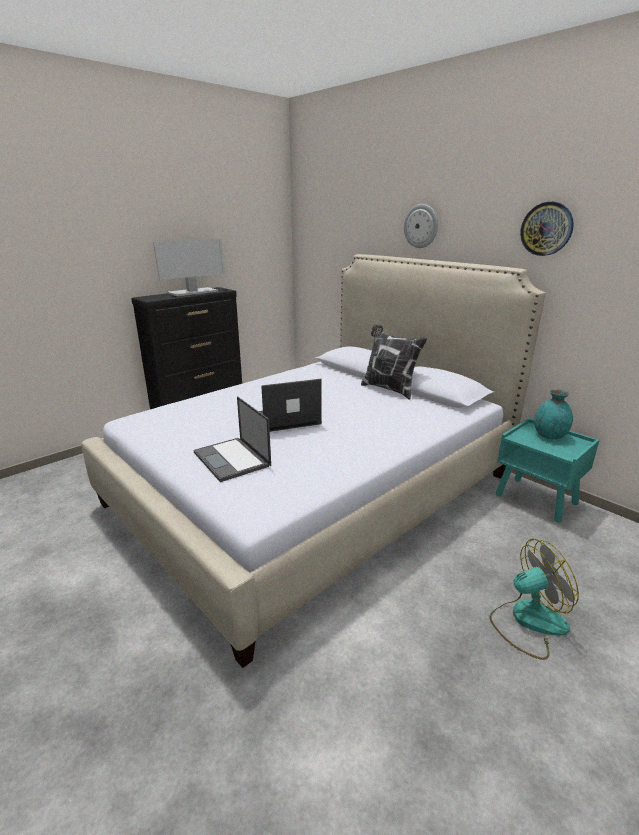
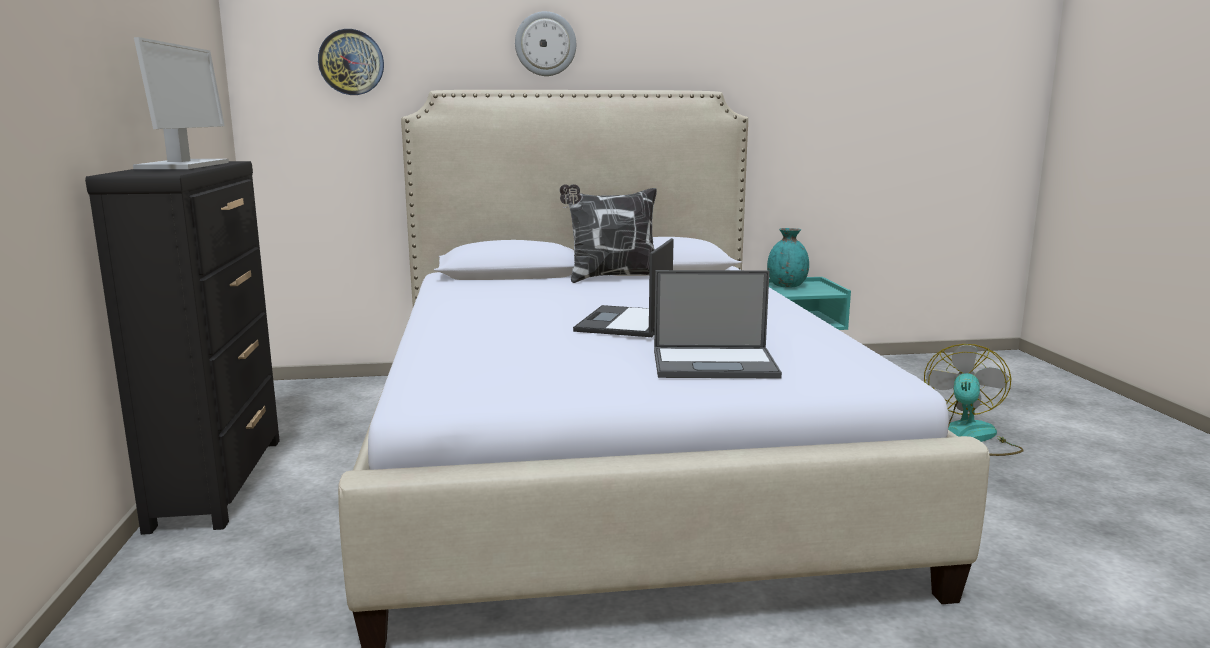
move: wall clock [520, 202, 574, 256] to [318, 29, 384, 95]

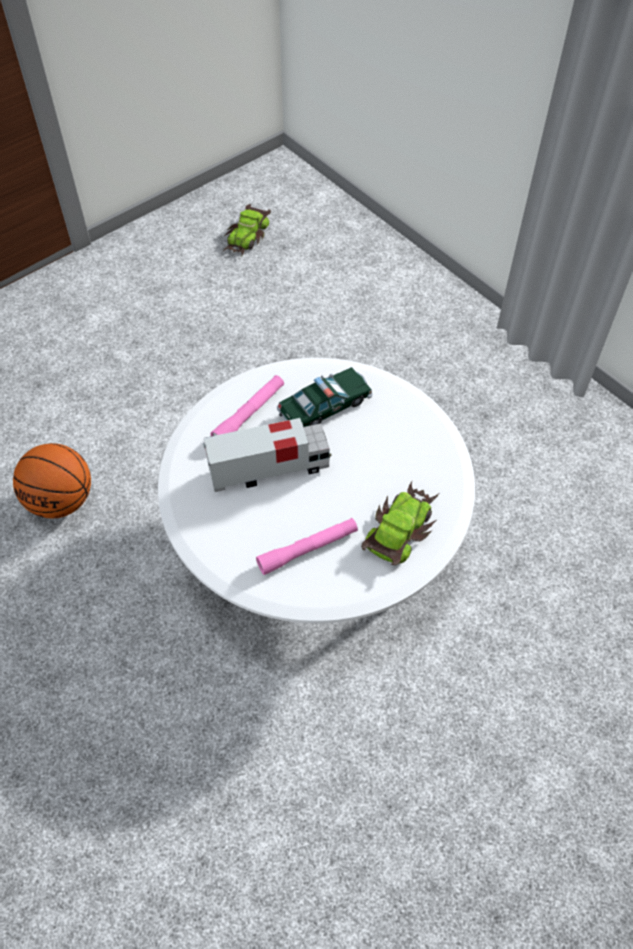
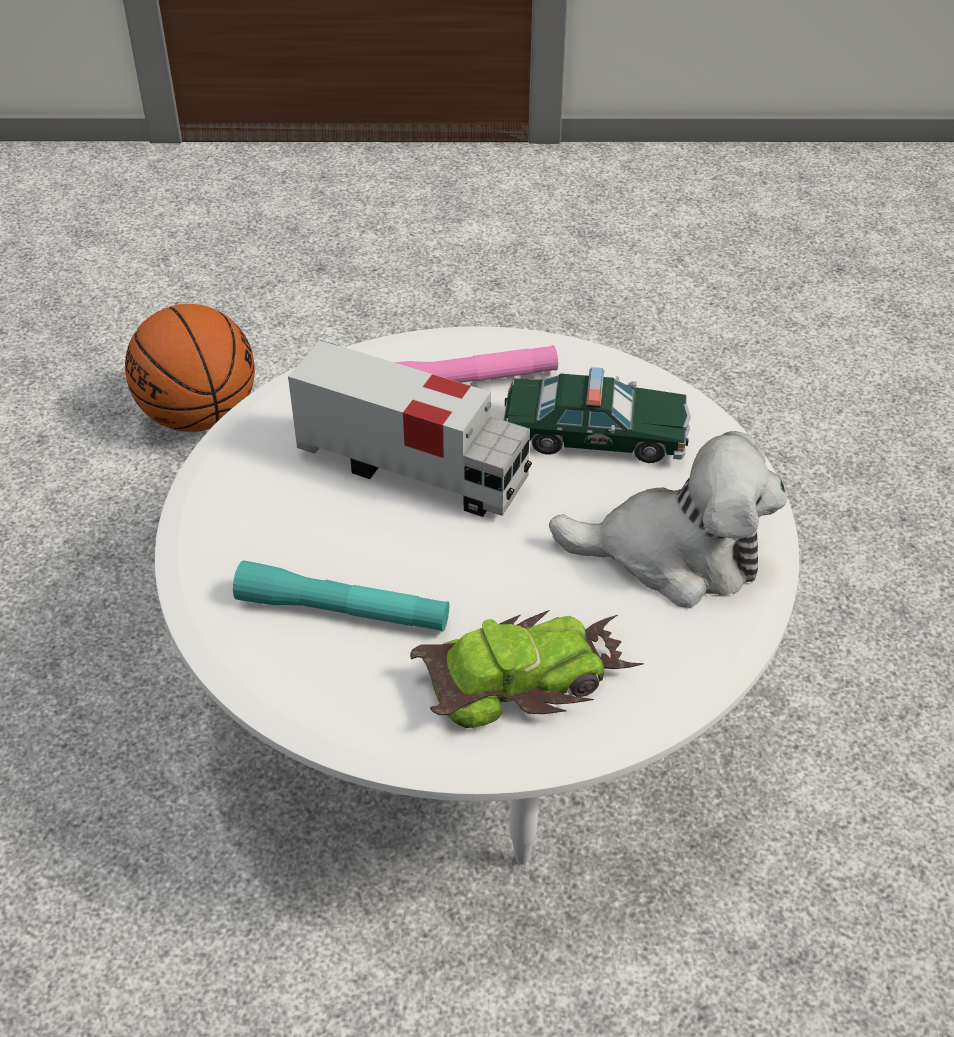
delete: toy car [223, 204, 271, 256]
insert: plush toy [549, 431, 787, 608]
recolor: flashlight/pink [256, 518, 358, 575] to flashlight/turquoise [233, 560, 449, 632]

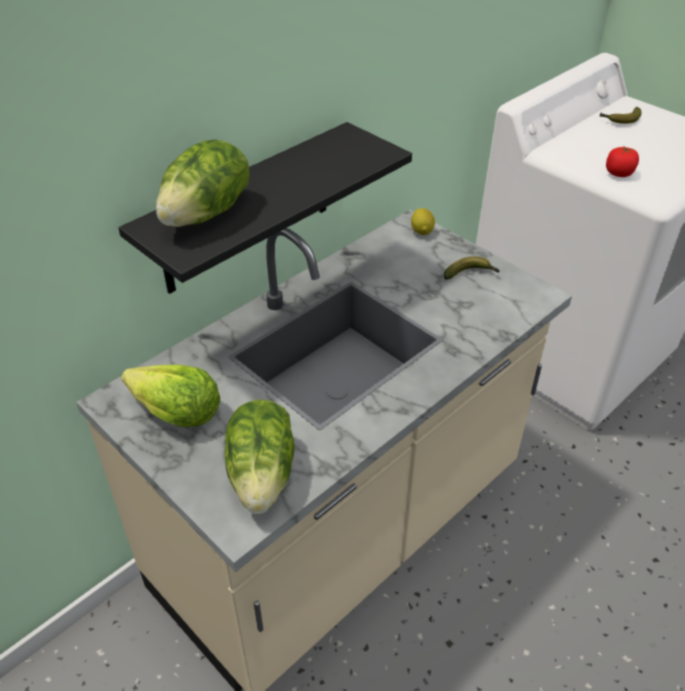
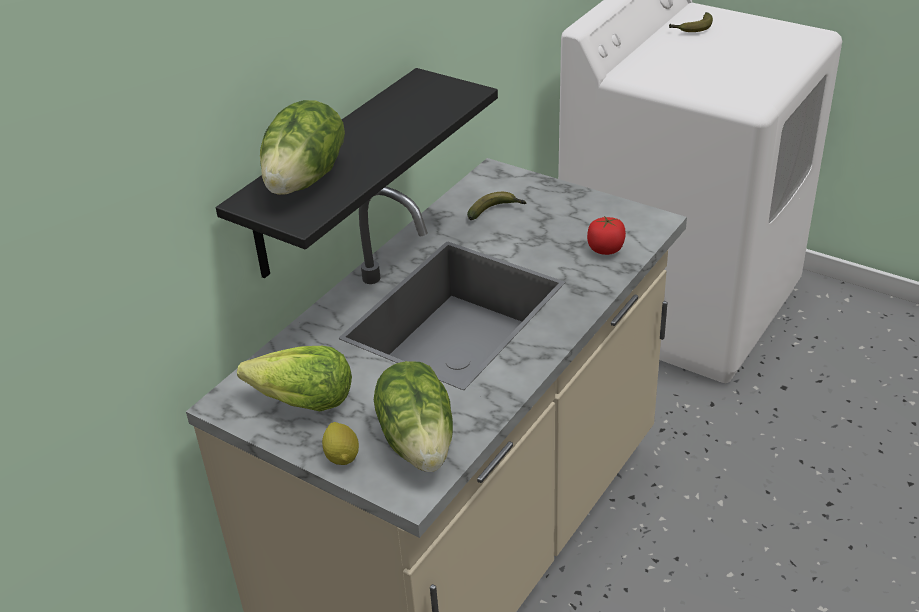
move: lemon [411, 208, 435, 235] to [322, 422, 359, 465]; banana [444, 257, 500, 280] to [467, 192, 527, 220]; tomato [606, 146, 639, 177] to [587, 216, 626, 255]

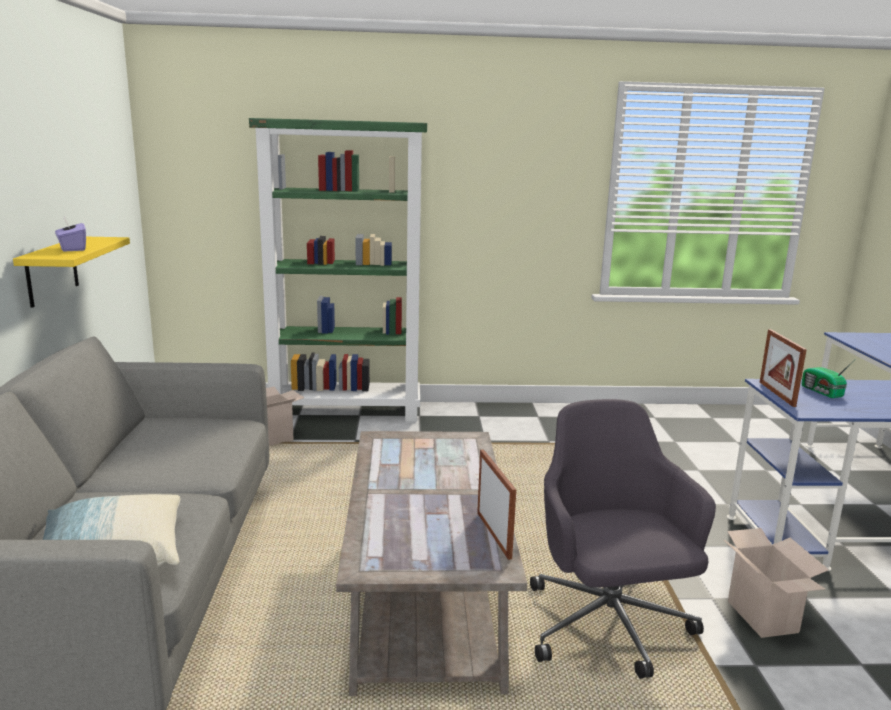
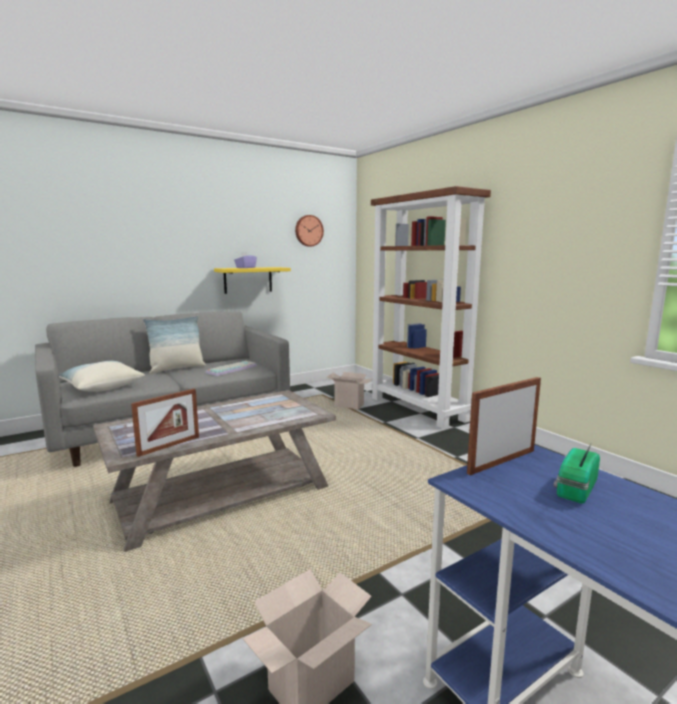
delete: office chair/grey [530, 399, 716, 679]
insert: pillow [143, 316, 206, 374]; keyboard [206, 361, 257, 376]; wall clock [295, 215, 324, 246]
recolor: bookcase/green [249, 118, 427, 422] to bookcase/brown [370, 186, 491, 429]

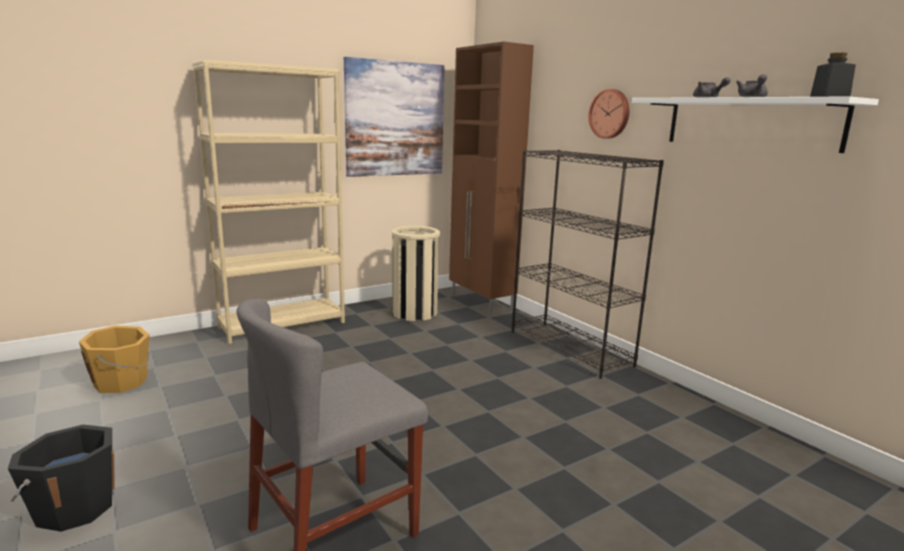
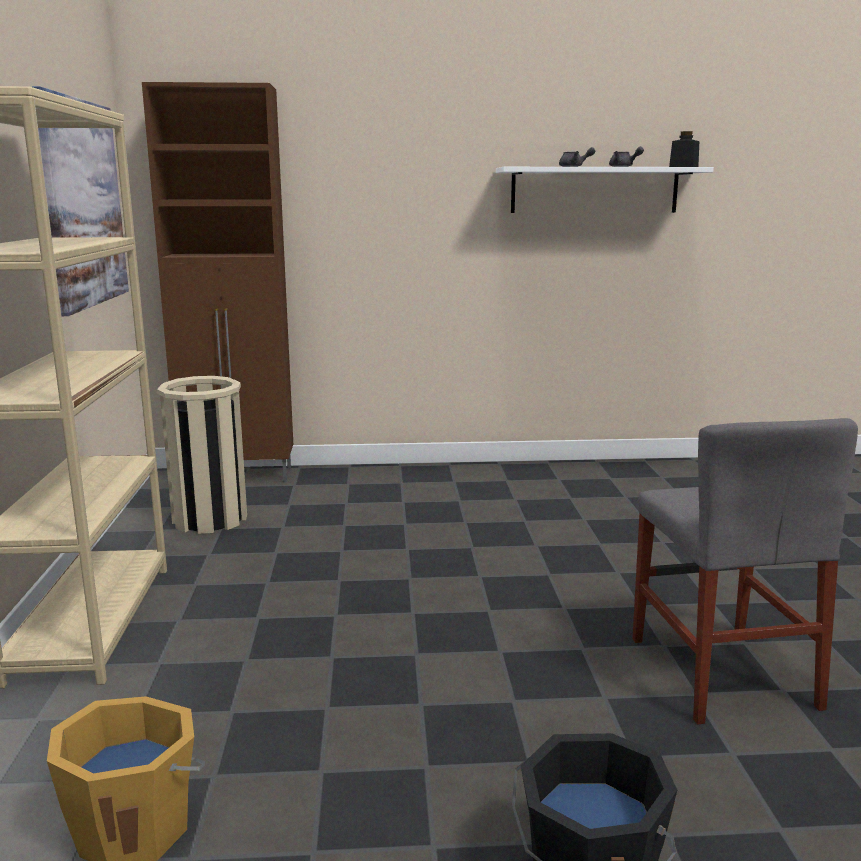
delete: bookcase/black [512, 150, 664, 379]; wall clock [588, 89, 629, 139]

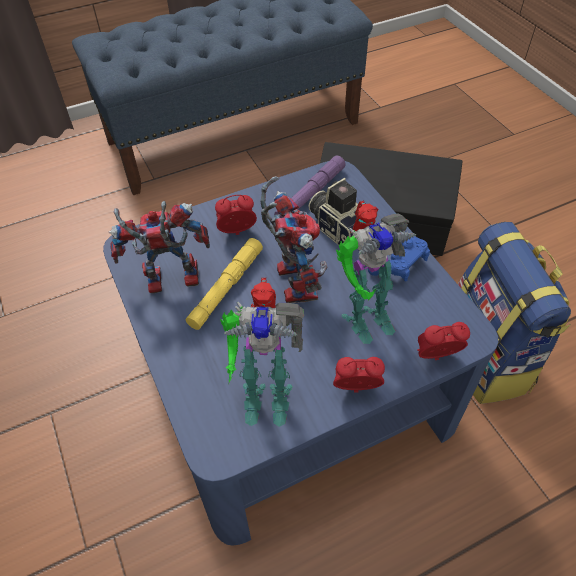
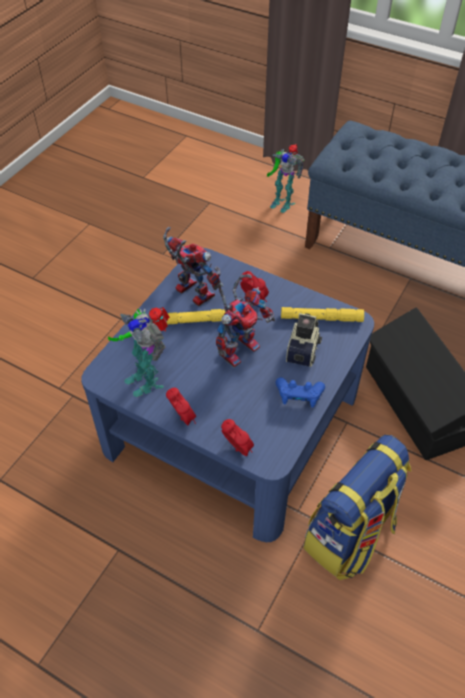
move: toy robot [336, 201, 416, 344] to [267, 144, 304, 213]
recolor: flashlight/purple [274, 155, 346, 218] to flashlight/yellow [281, 307, 364, 322]

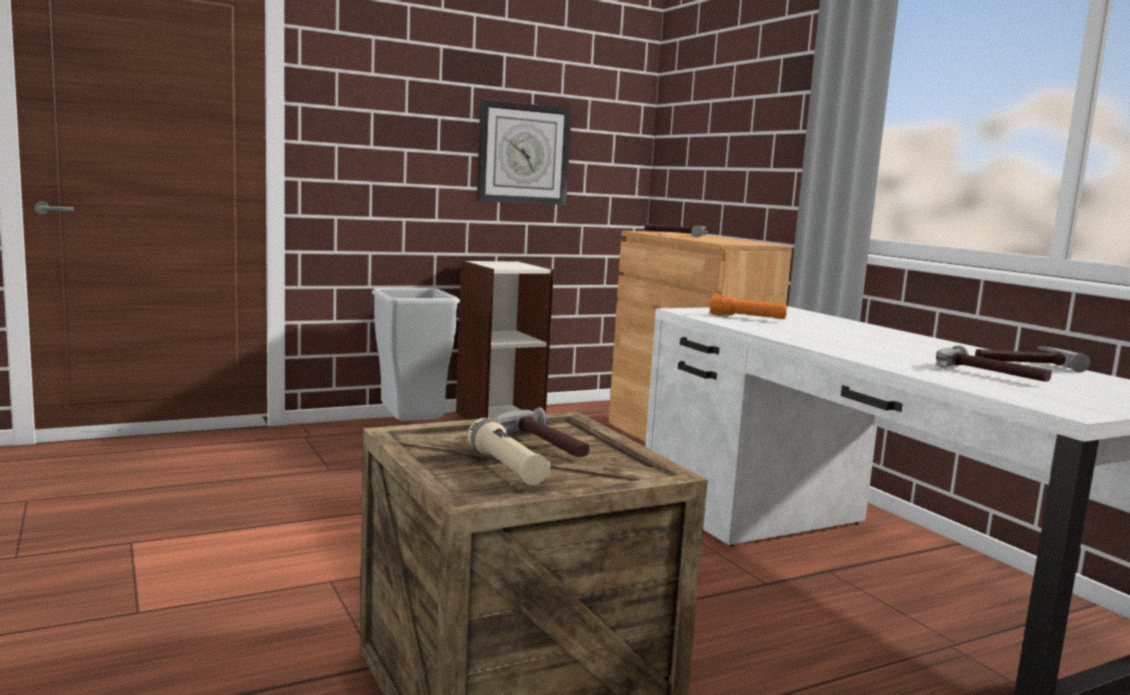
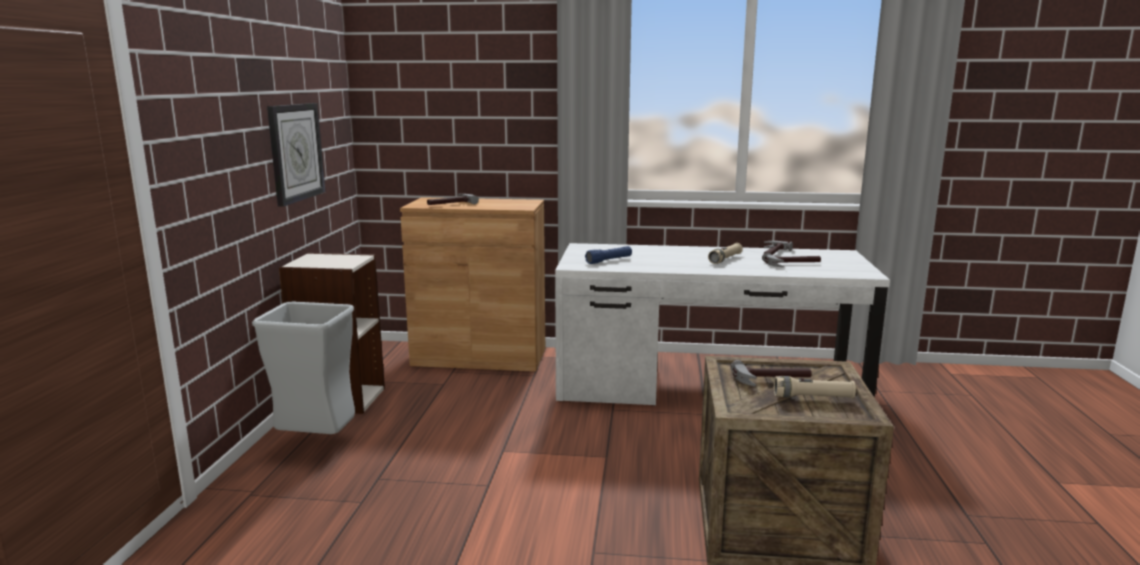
insert: flashlight/beige [708, 243, 743, 264]
recolor: flashlight/orange [709, 294, 787, 319] to flashlight/blue [585, 246, 632, 264]

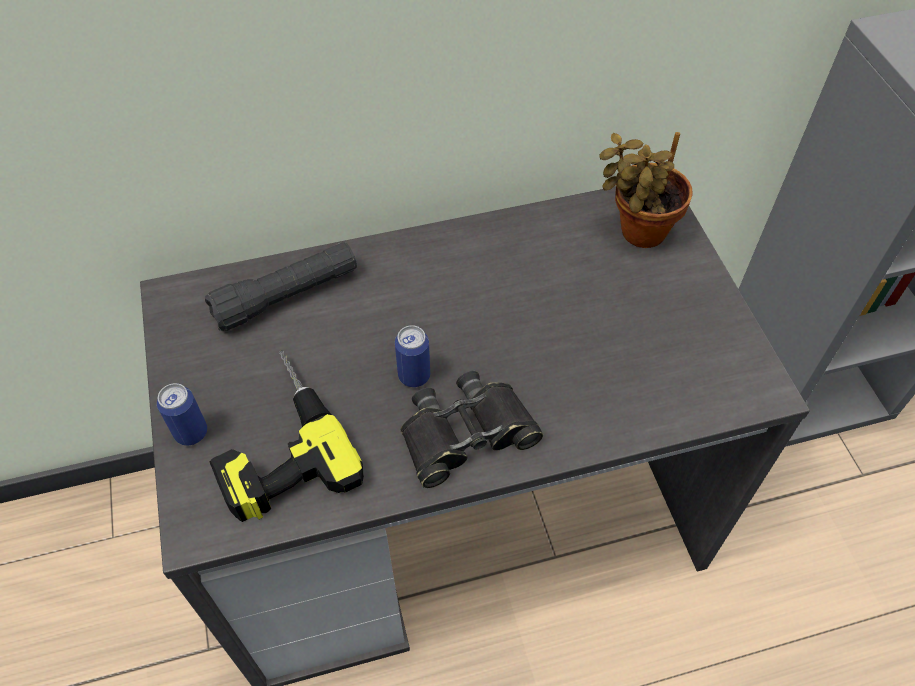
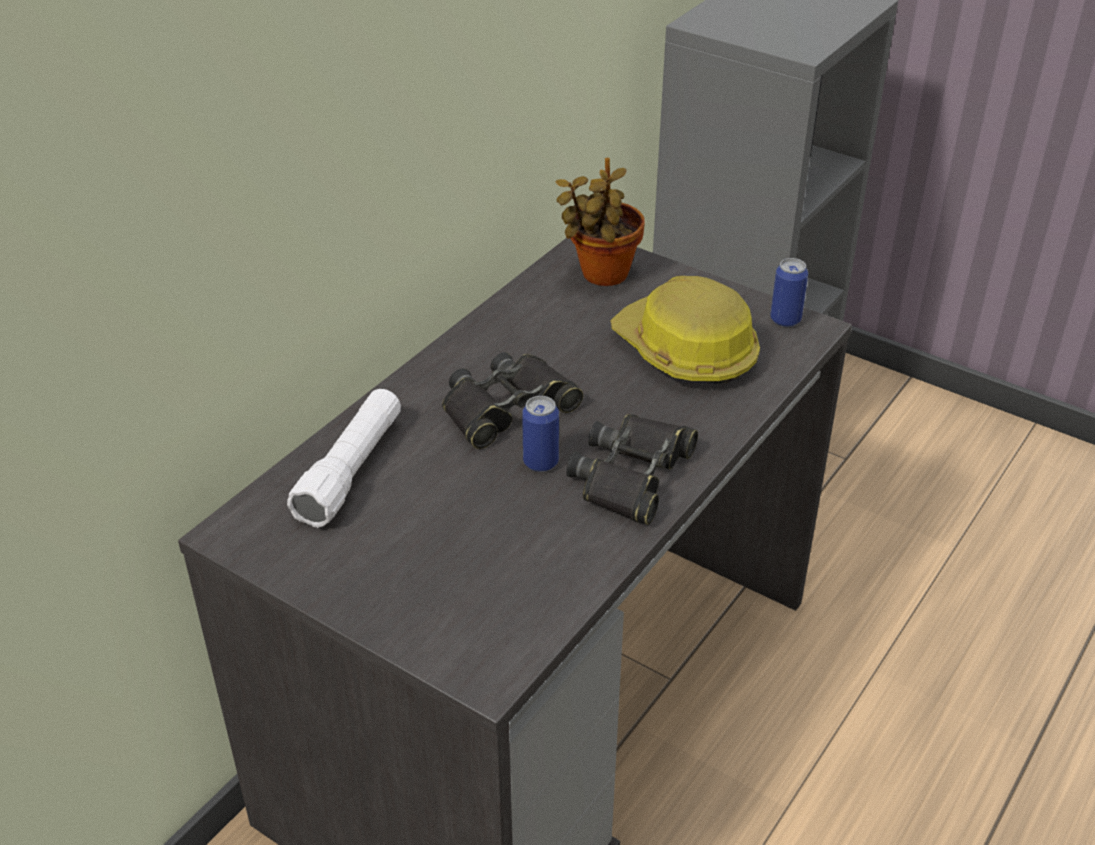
delete: power drill [210, 350, 364, 522]
insert: binoculars/black [442, 352, 583, 449]; hard hat [610, 276, 760, 384]
move: can [157, 383, 207, 446] to [770, 258, 808, 327]
recolor: flashlight/black [205, 242, 357, 331] to flashlight/white [287, 389, 401, 528]

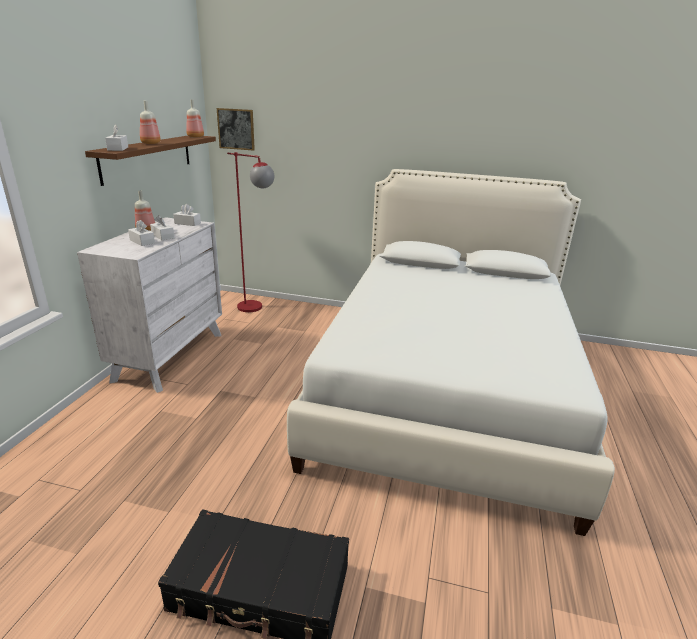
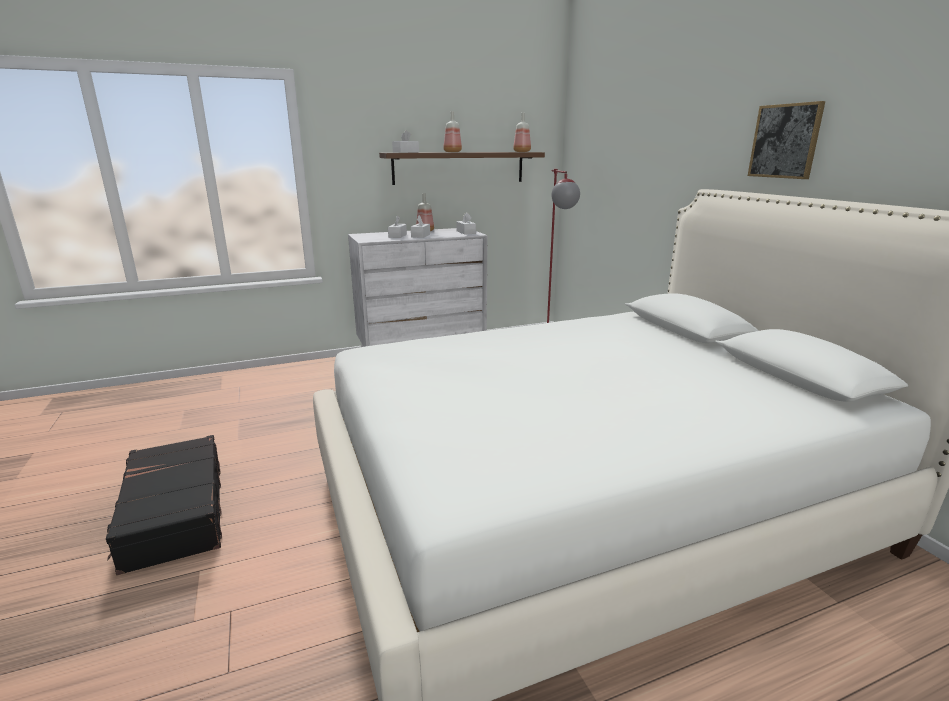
move: picture [217, 108, 255, 151] to [748, 101, 825, 179]

